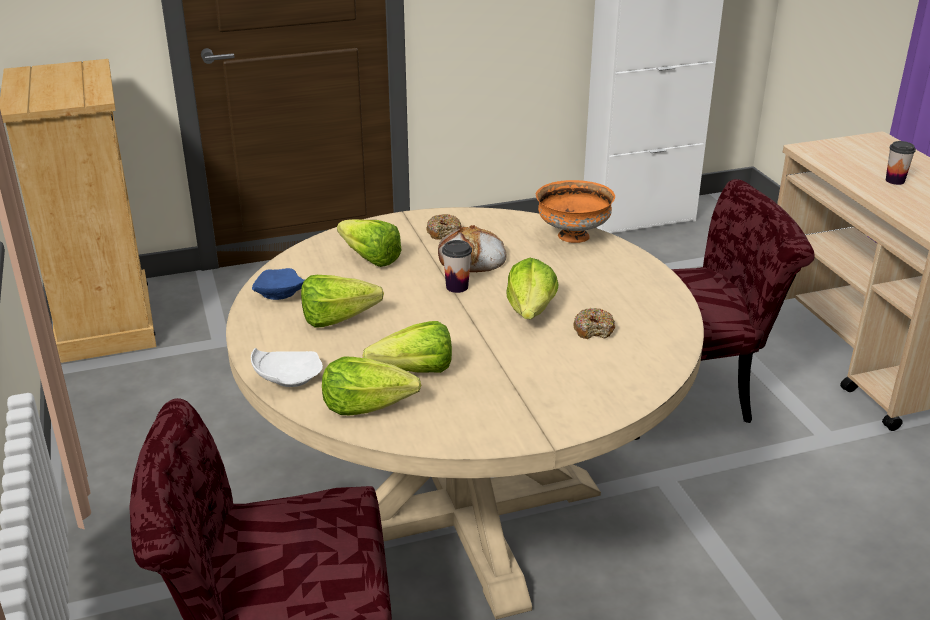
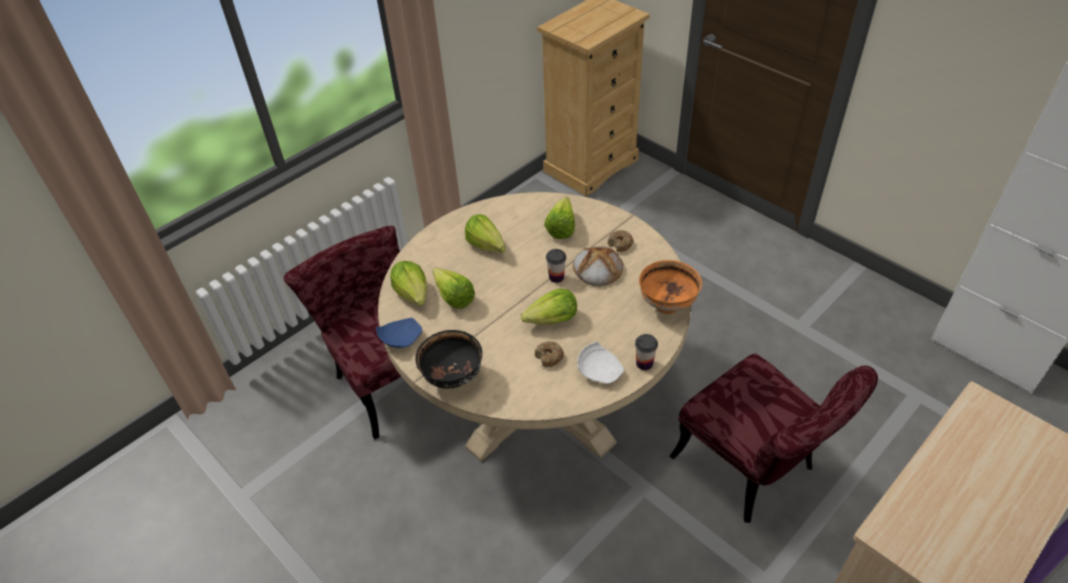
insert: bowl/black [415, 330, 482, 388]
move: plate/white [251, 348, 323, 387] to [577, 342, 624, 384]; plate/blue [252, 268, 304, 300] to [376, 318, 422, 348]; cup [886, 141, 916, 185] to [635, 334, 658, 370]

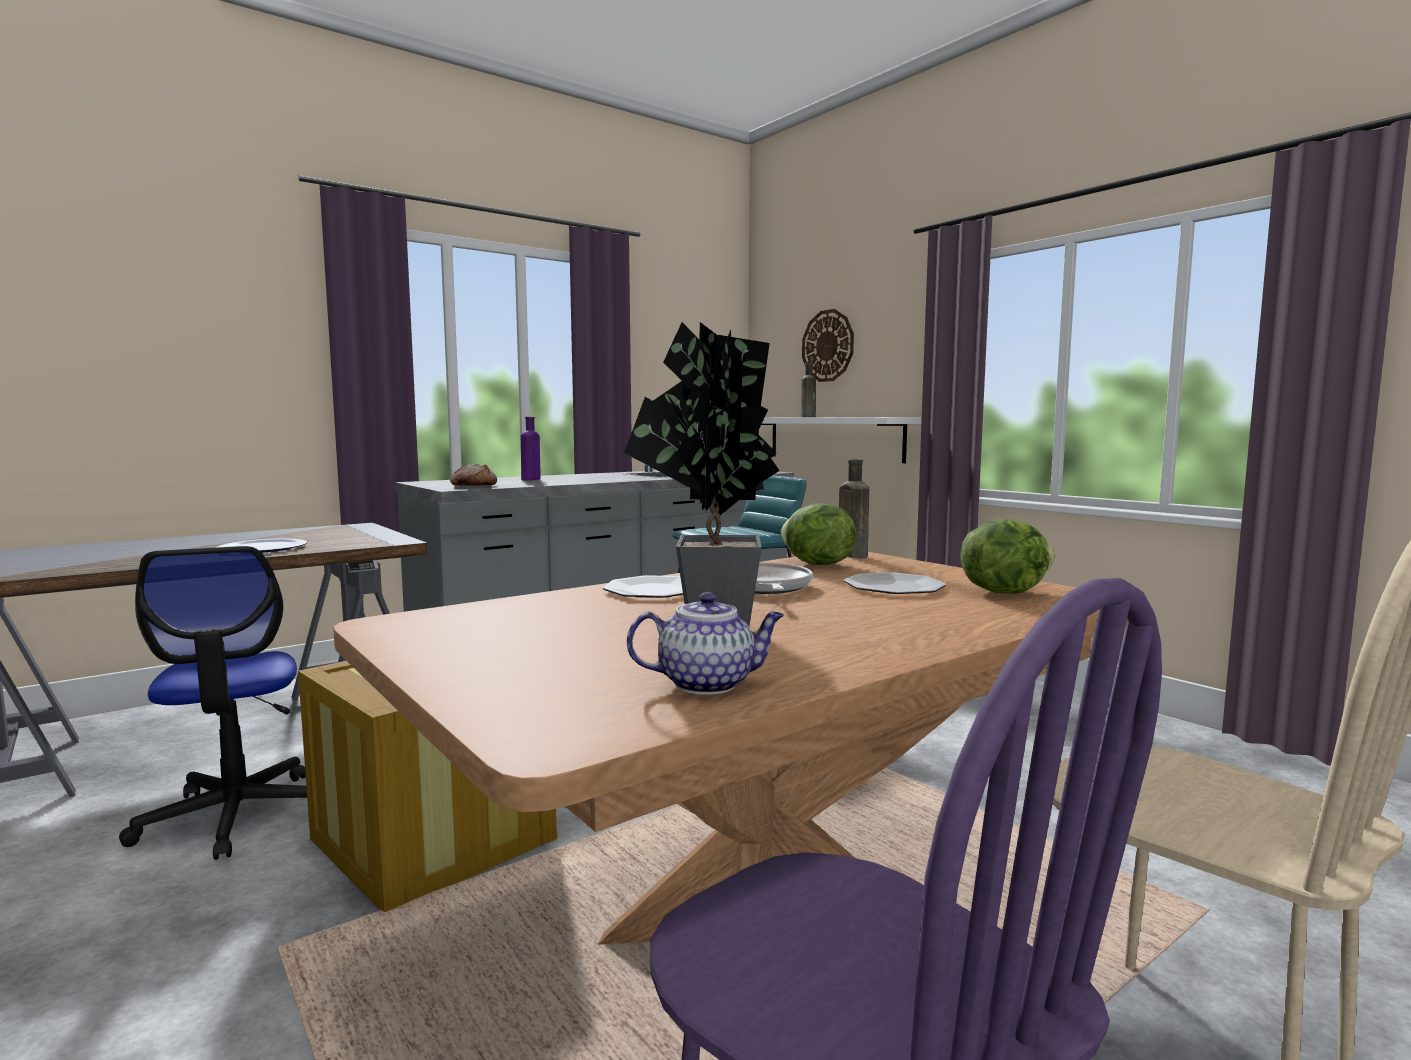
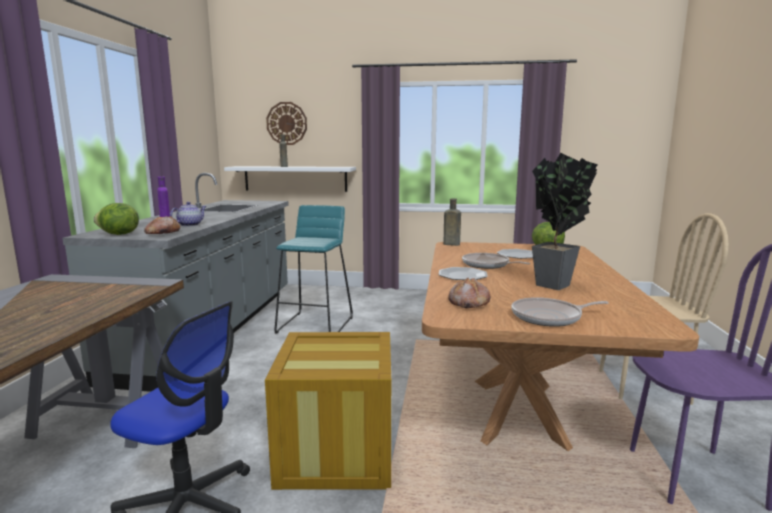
delete: plate [216, 539, 307, 553]
insert: bread [448, 277, 490, 308]; frying pan [511, 297, 609, 327]
move: teapot [627, 592, 784, 695] to [170, 202, 206, 226]; lettuce [781, 503, 856, 565] to [93, 203, 139, 235]

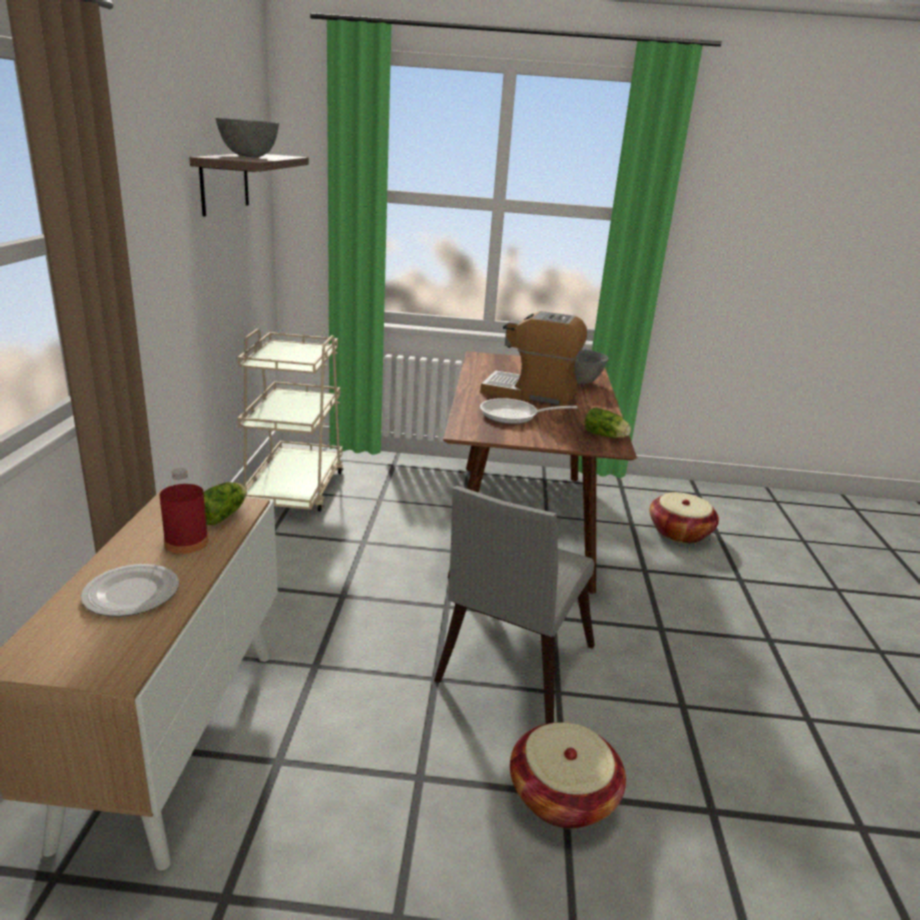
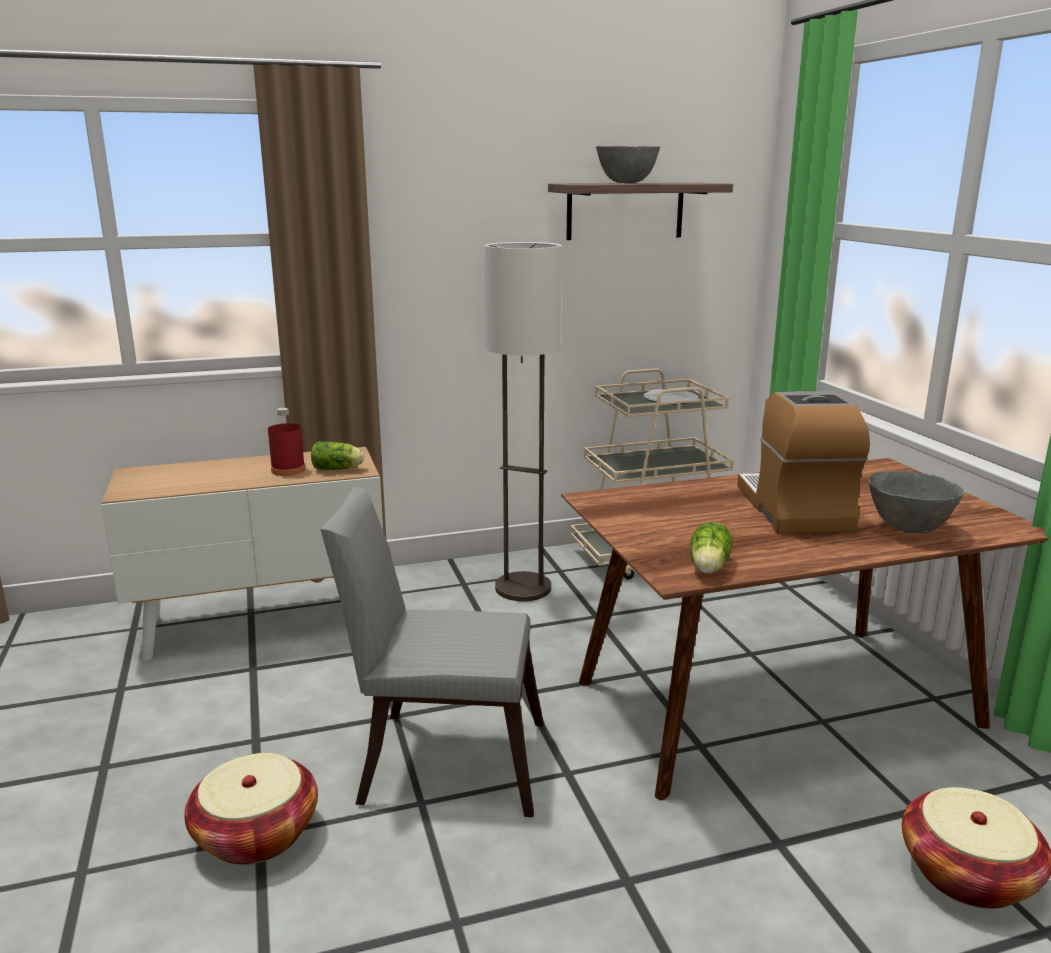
delete: frying pan [480, 398, 577, 424]
insert: floor lamp [484, 242, 562, 601]
move: plate [81, 564, 179, 617] to [644, 390, 698, 405]

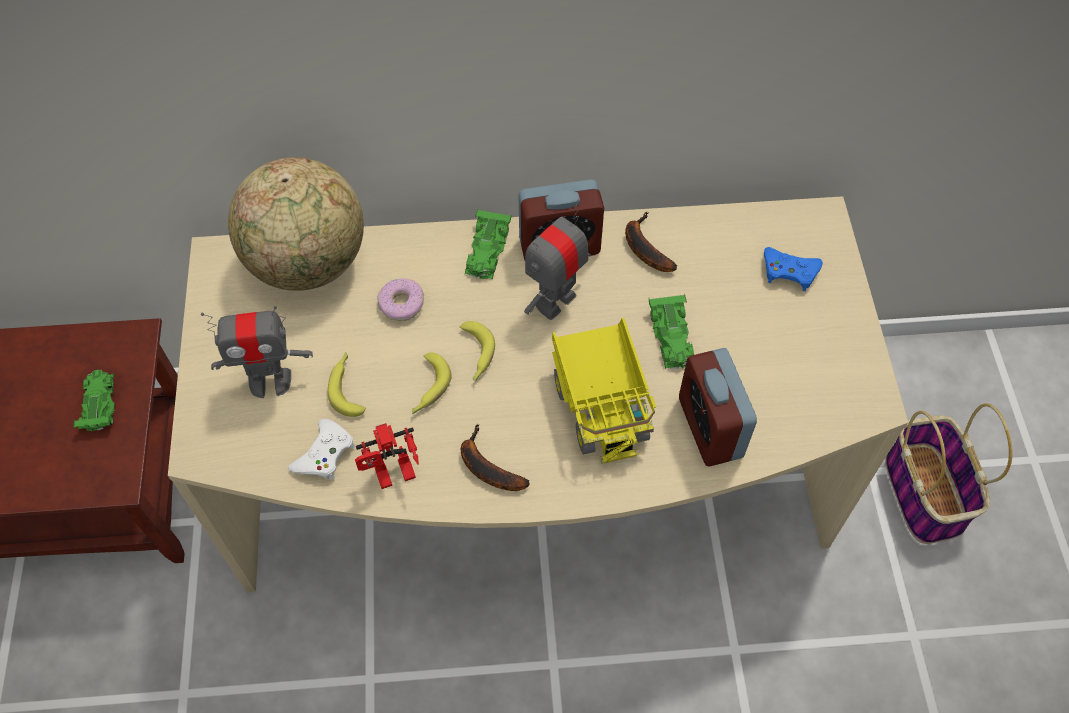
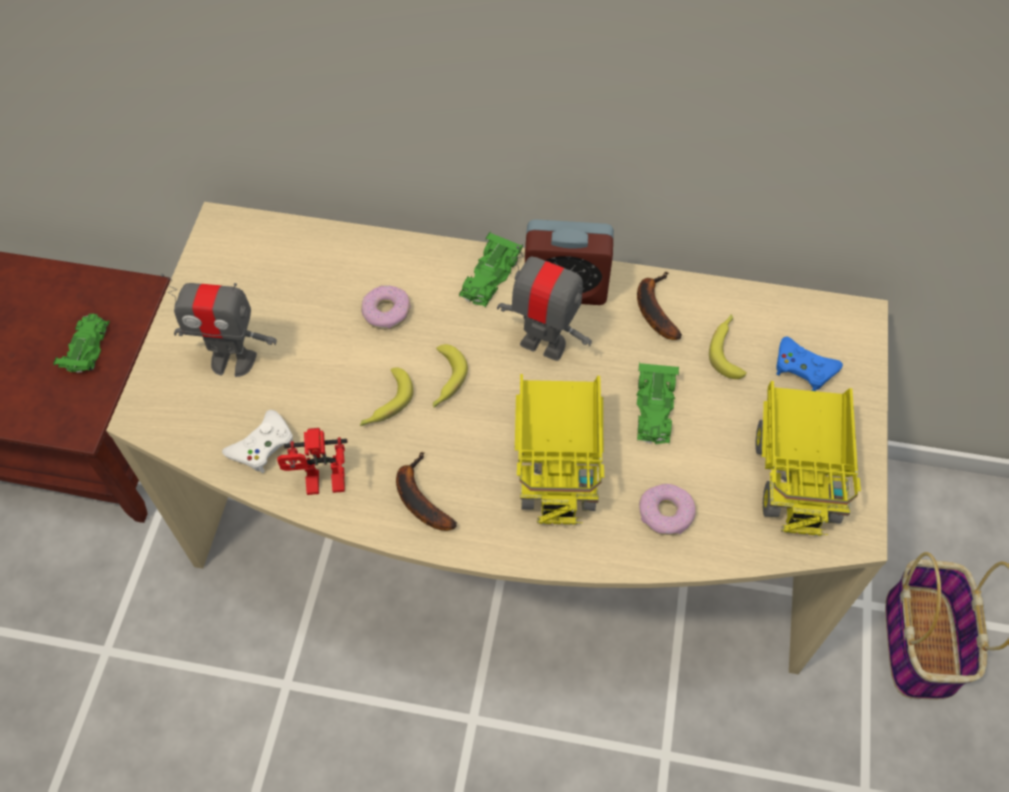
delete: globe [228, 157, 364, 291]
insert: toy truck [755, 381, 861, 536]
move: banana [328, 352, 366, 417] to [709, 314, 747, 379]
replace: alarm clock [679, 348, 757, 466] to donut [639, 484, 696, 535]
rotate: toy robot [524, 199, 591, 320] = [497, 246, 592, 361] 60 degrees clockwise

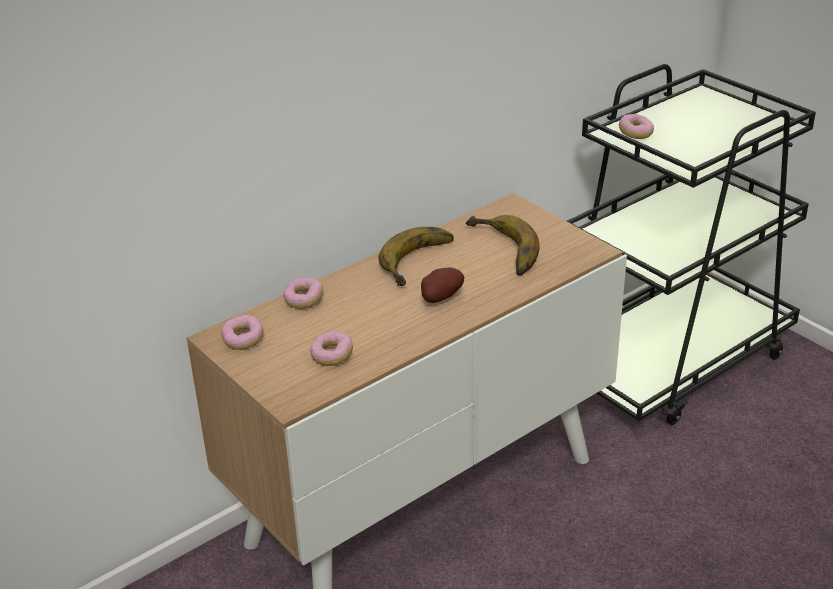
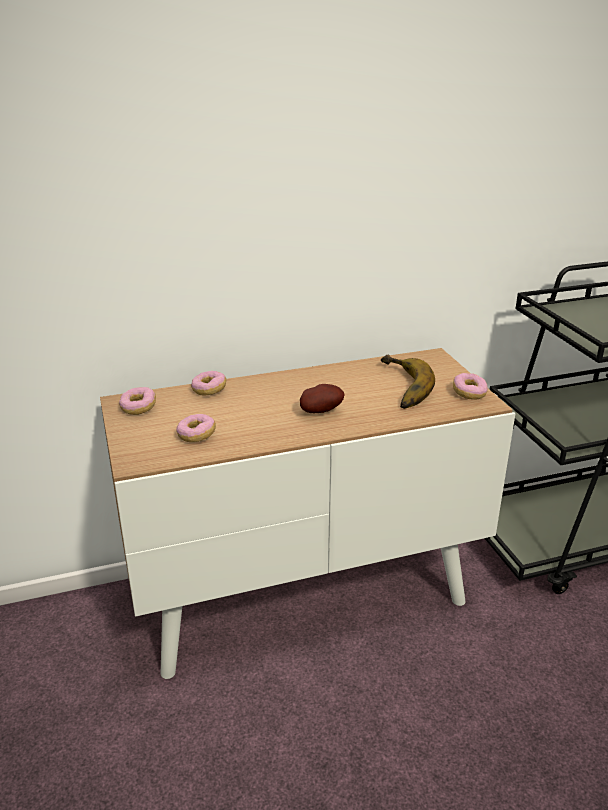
delete: banana [378, 227, 454, 286]
move: donut [619, 114, 654, 139] to [453, 373, 488, 400]

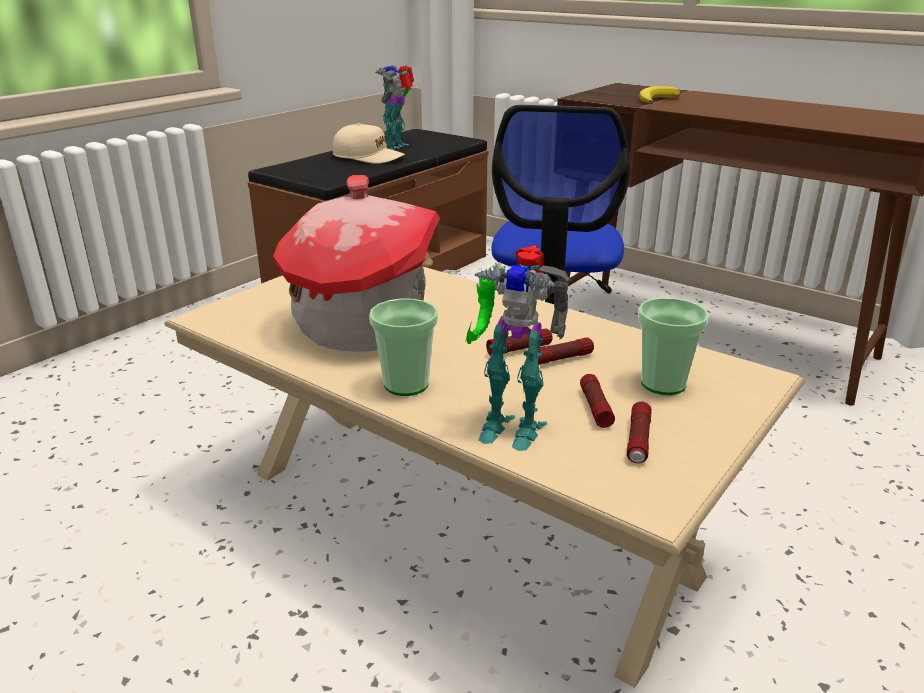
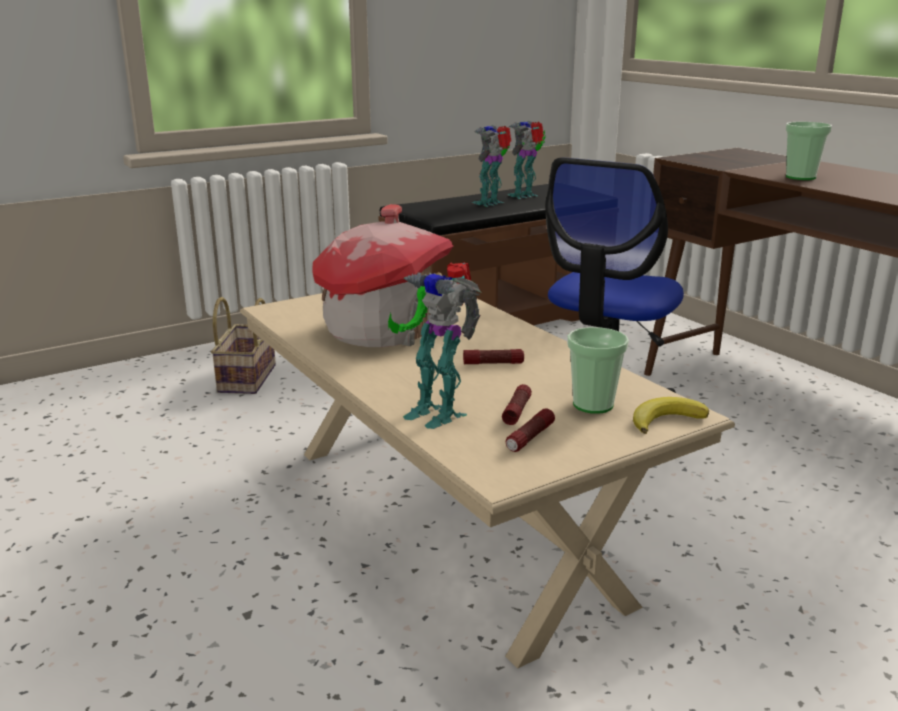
delete: flashlight [538, 337, 594, 365]
insert: basket [211, 297, 276, 394]
move: cup [369, 298, 438, 396] to [786, 122, 832, 180]; banana [639, 86, 680, 104] to [633, 397, 709, 434]
replace: cap/beige [333, 123, 405, 164] to toy robot [472, 125, 512, 207]

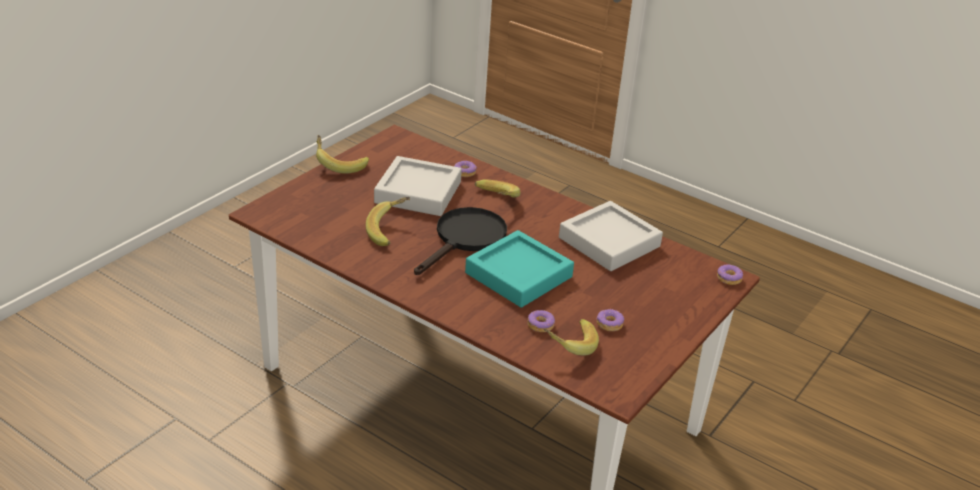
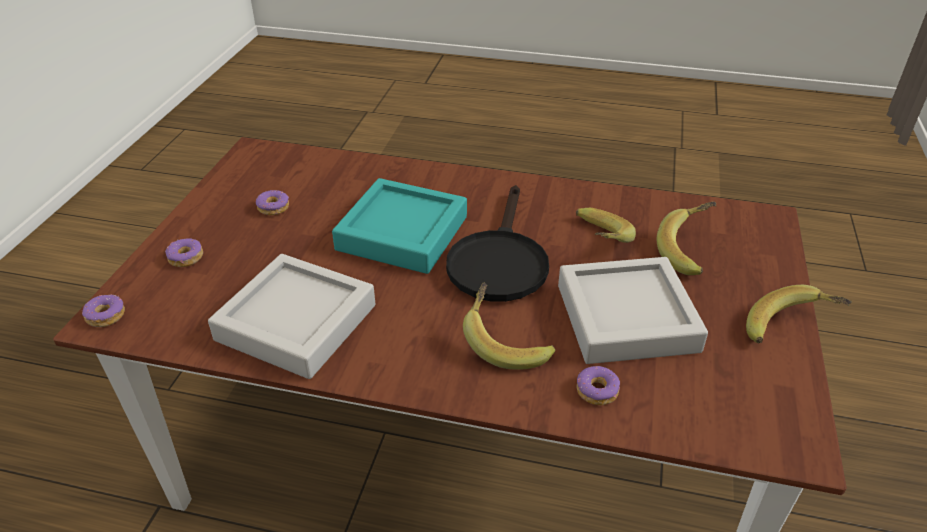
move: donut [527, 310, 555, 332] to [165, 238, 203, 267]; banana [544, 319, 599, 356] to [657, 201, 716, 275]

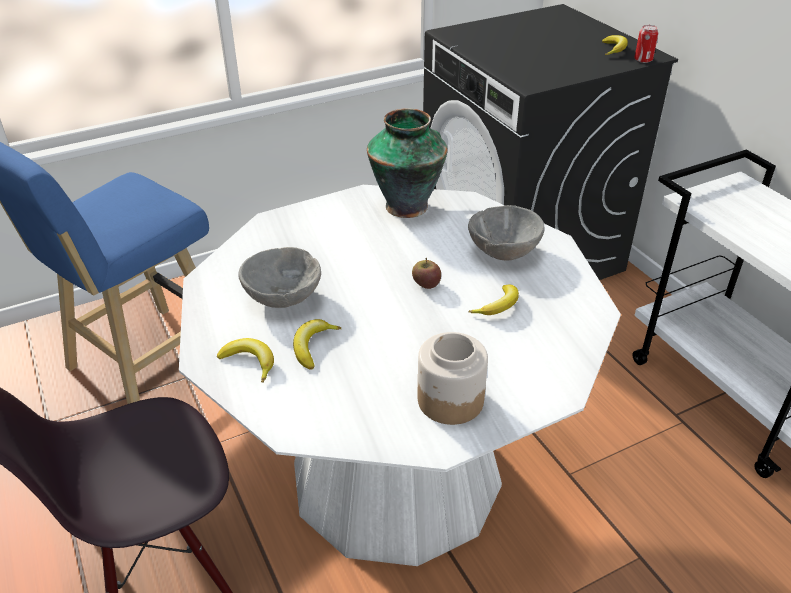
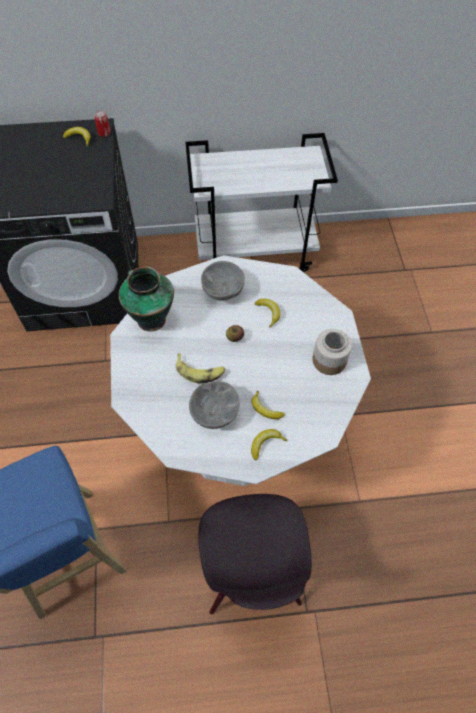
insert: banana [176, 353, 225, 384]

